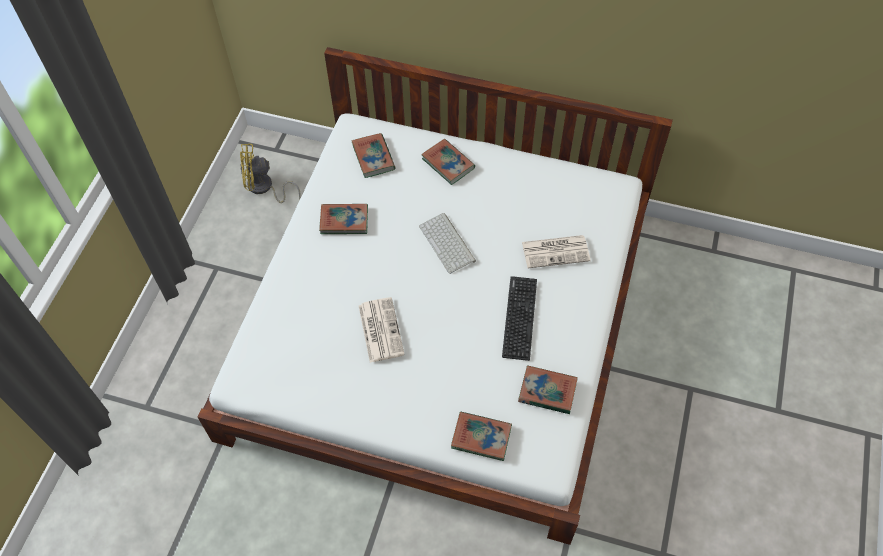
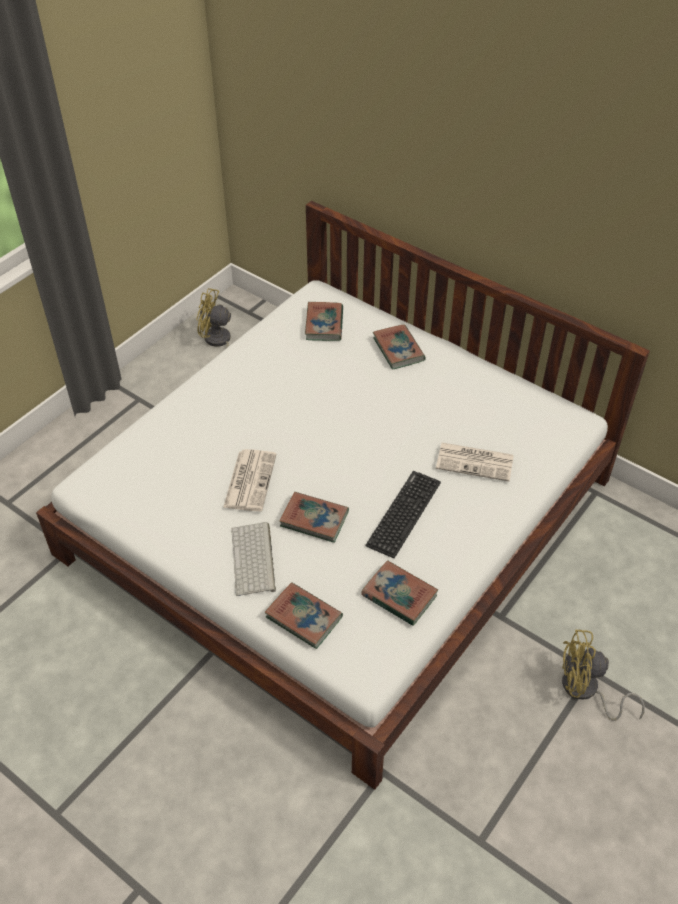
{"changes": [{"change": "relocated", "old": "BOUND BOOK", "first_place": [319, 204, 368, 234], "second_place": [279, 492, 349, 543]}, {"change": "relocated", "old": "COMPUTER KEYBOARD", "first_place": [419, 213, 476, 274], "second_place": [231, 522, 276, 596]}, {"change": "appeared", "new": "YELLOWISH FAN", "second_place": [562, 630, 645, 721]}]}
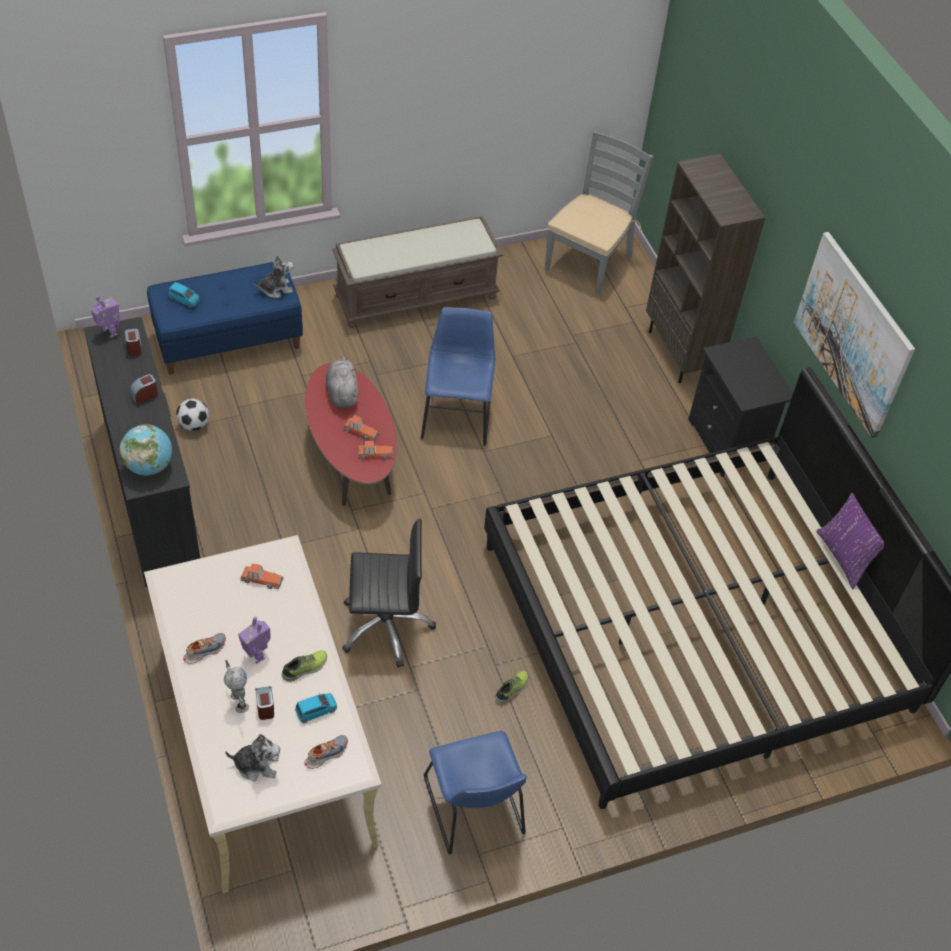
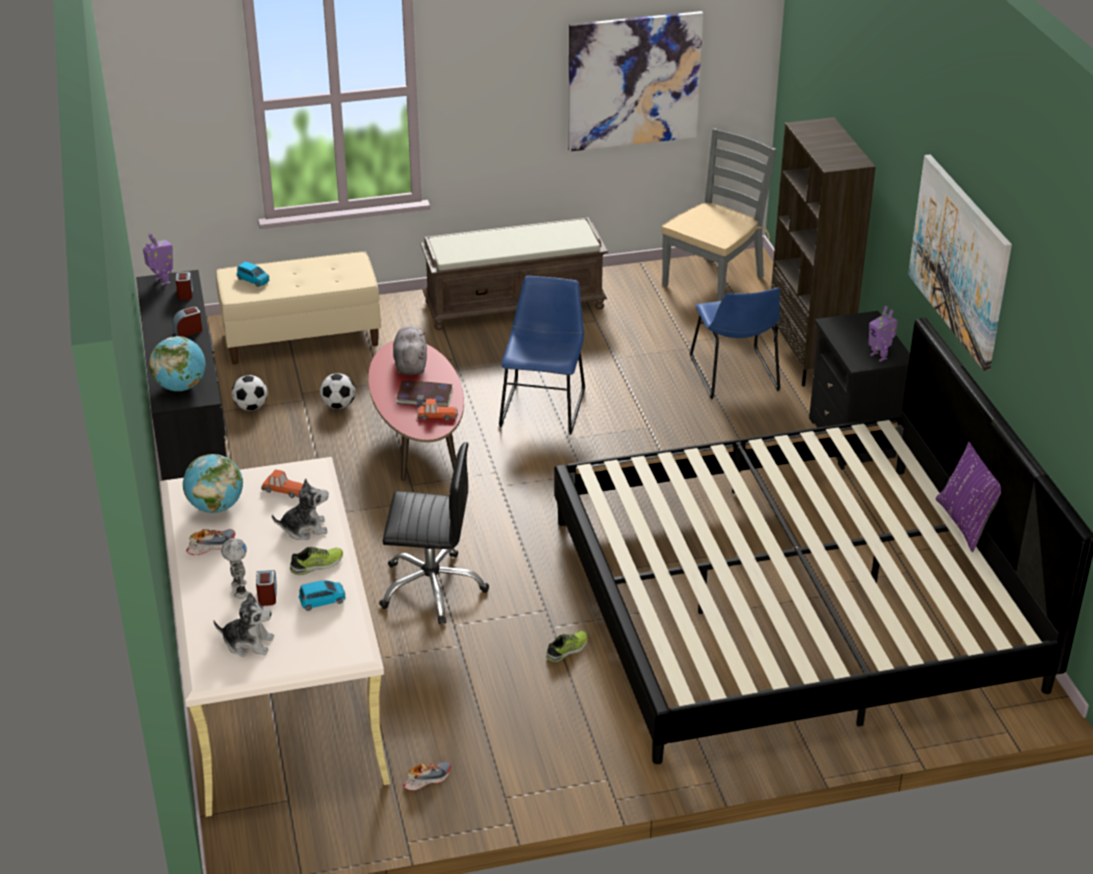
{"changes": [{"change": "relocated", "old": "PLUSH TOY", "first_place": [253, 255, 294, 298], "second_place": [272, 478, 328, 540]}, {"change": "colour", "old": "BLUE-COLOURED INDOOR BENCH", "new": "SAND-COLOURED INDOOR BENCH", "first_place": [147, 262, 303, 375], "second_place": [216, 251, 381, 365]}, {"change": "exchanged", "old": "MODEL CAR", "new": "BOUND BOOK", "first_place": [343, 416, 379, 441], "second_place": [396, 381, 453, 407]}, {"change": "relocated", "old": "MODEL ROBOT", "first_place": [238, 617, 271, 664], "second_place": [869, 306, 898, 362]}, {"change": "relocated", "old": "BLUE-COLOURED UPRIGHT CHAIR", "first_place": [424, 731, 527, 855], "second_place": [690, 288, 781, 399]}, {"change": "relocated", "old": "LOW SHOE", "first_place": [305, 735, 348, 769], "second_place": [403, 761, 451, 791]}, {"change": "appeared", "new": "PICTURE", "second_place": [568, 11, 704, 152]}, {"change": "appeared", "new": "FOOTBALL BALL", "second_place": [320, 373, 356, 409]}, {"change": "appeared", "new": "GLOBE", "second_place": [183, 454, 243, 513]}]}
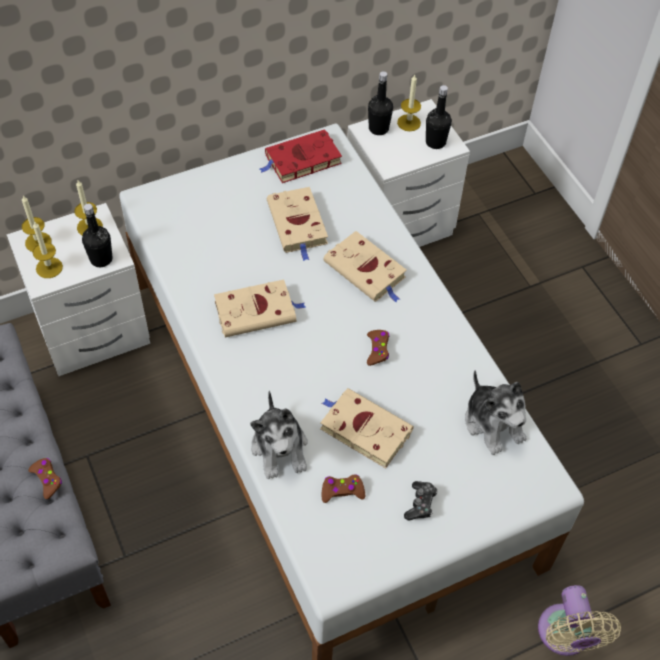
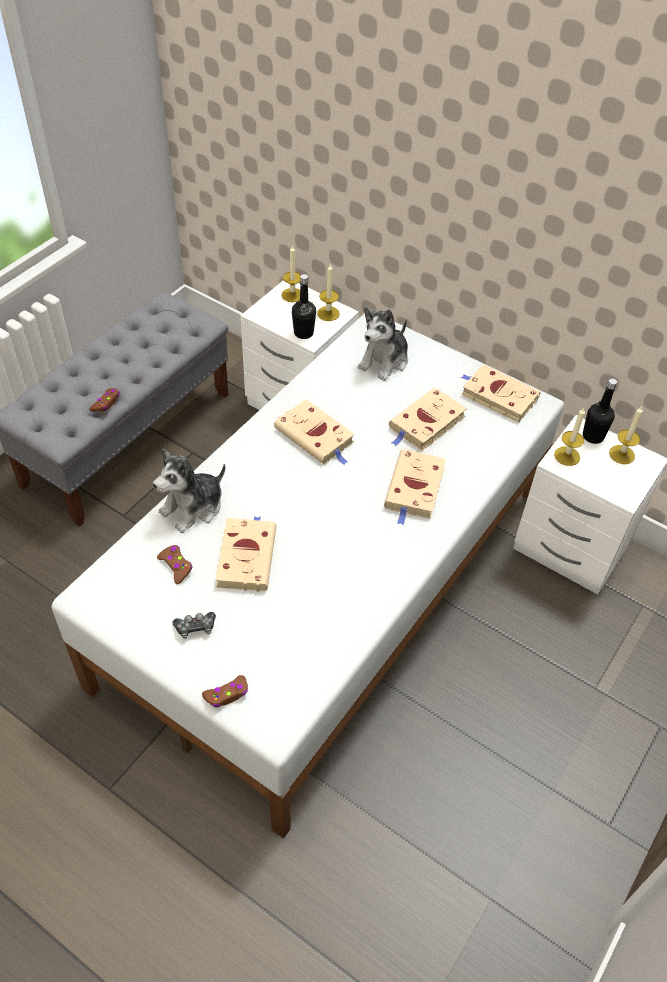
{"changes": [{"change": "missing", "old": "BLACK DRINK BOTTLE", "first_place": [426, 85, 452, 149]}, {"change": "colour", "old": "RED BOUND BOOK", "new": "SAND-COLOURED BOUND BOOK", "first_place": [260, 129, 342, 183], "second_place": [461, 365, 541, 423]}, {"change": "relocated", "old": "WAX CANDLE", "first_place": [33, 221, 63, 278], "second_place": [554, 408, 585, 466]}, {"change": "relocated", "old": "BROWN GAME CONTROLLER", "first_place": [367, 330, 389, 366], "second_place": [202, 675, 248, 708]}, {"change": "relocated", "old": "PLUSH TOY", "first_place": [465, 370, 526, 455], "second_place": [358, 307, 408, 381]}, {"change": "missing", "old": "SAND-COLOURED FAN", "first_place": [538, 585, 621, 656]}]}
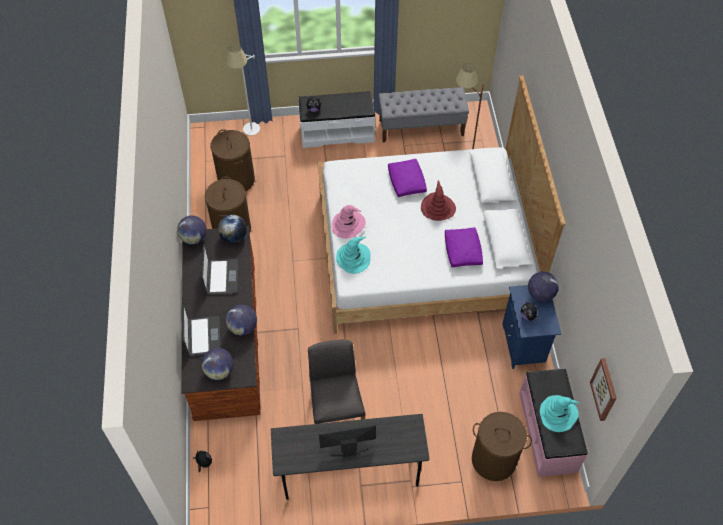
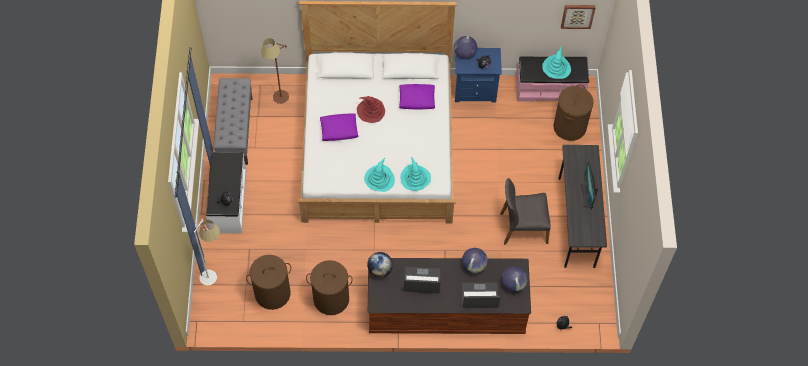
{"changes": [{"change": "colour", "old": "PINK CLOTHING HAT", "new": "TURQUOISE-COLOURED CLOTHING HAT", "first_place": [332, 205, 366, 238], "second_place": [364, 158, 395, 192]}, {"change": "missing", "old": "GLOBE", "first_place": [177, 216, 207, 244]}]}
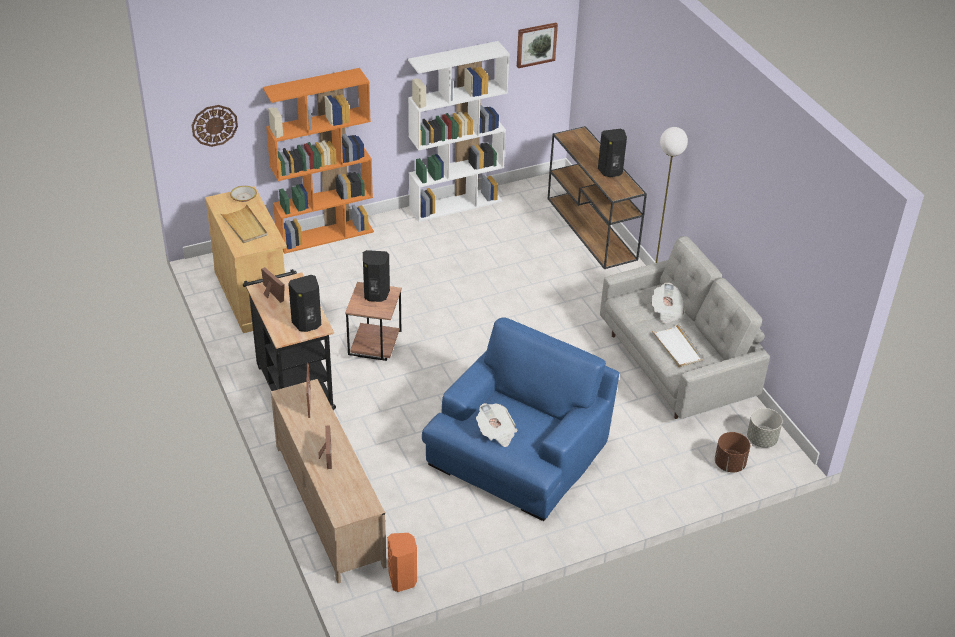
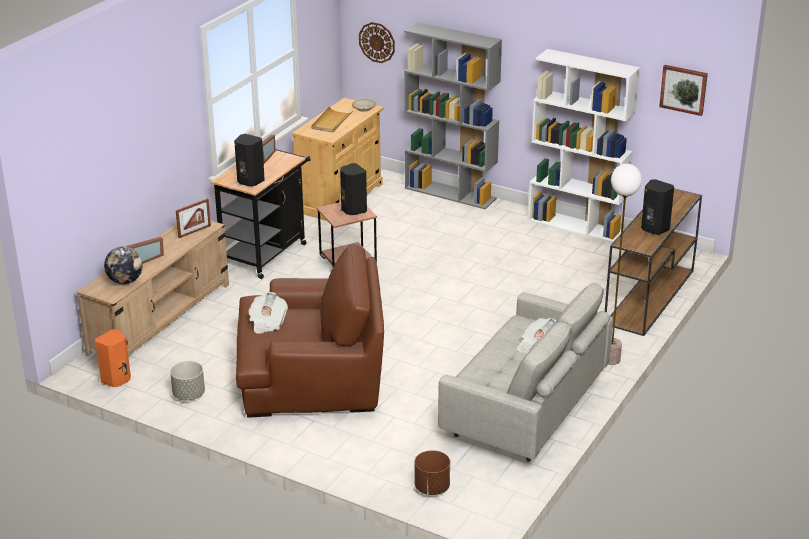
{"changes": [{"change": "colour", "old": "ORANGE-COLOURED BOOKCASE", "new": "GRAY BOOKCASE", "first_place": [263, 68, 374, 254], "second_place": [404, 22, 502, 209]}, {"change": "colour", "old": "BLUE-COLOURED EASY CHAIR", "new": "BROWN EASY CHAIR", "first_place": [422, 317, 619, 521], "second_place": [236, 244, 384, 418]}, {"change": "missing", "old": "WHITISH TRAY", "first_place": [651, 323, 703, 367]}, {"change": "relocated", "old": "GRAY PLANT POT", "first_place": [747, 408, 783, 448], "second_place": [170, 361, 205, 401]}, {"change": "appeared", "new": "GLOBE", "second_place": [104, 246, 143, 284]}]}
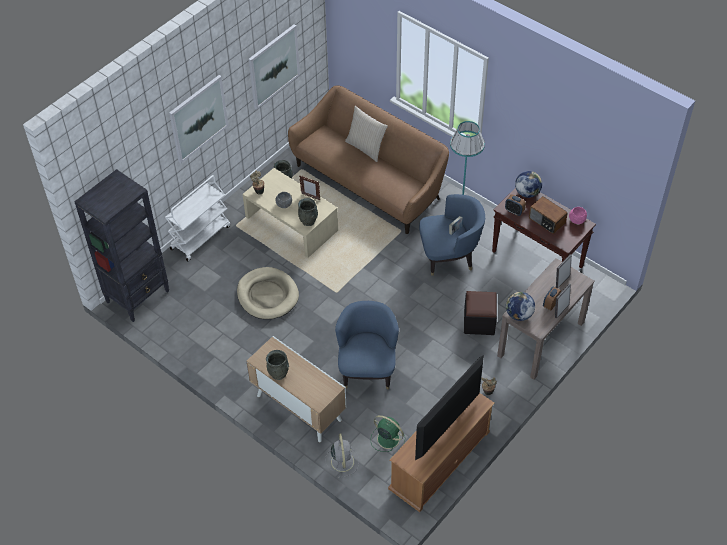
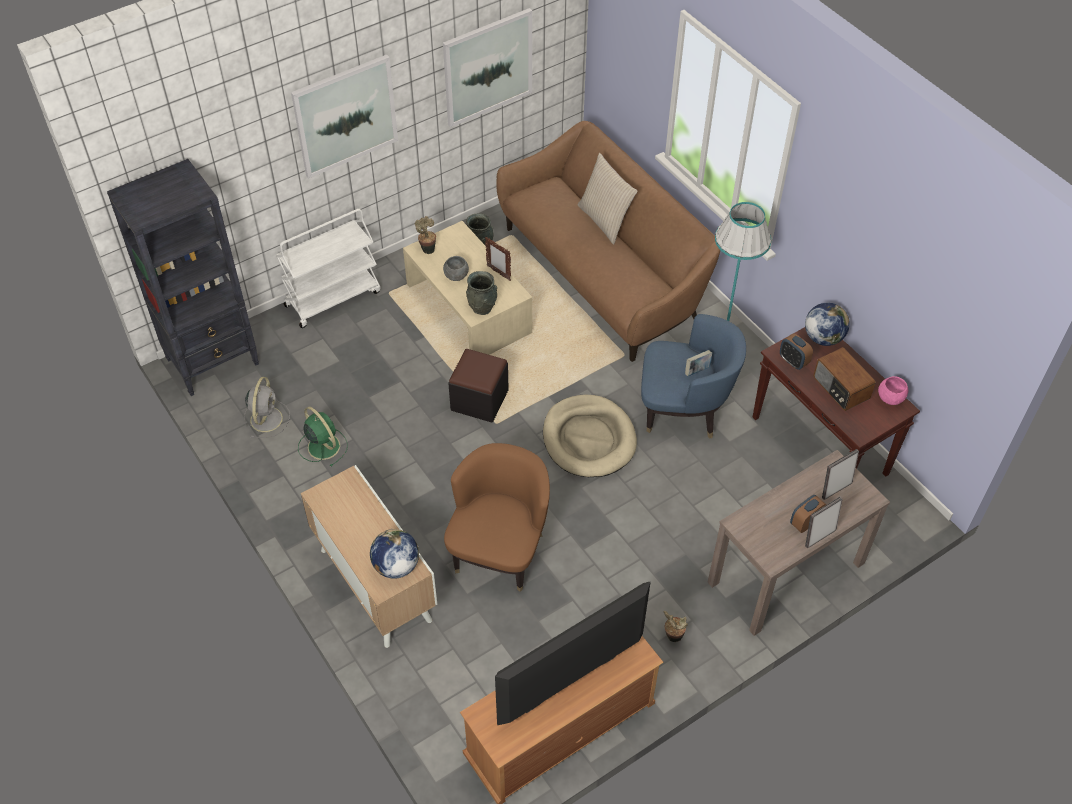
{"changes": [{"change": "relocated", "old": "SAND-COLOURED DOG CUSHION", "first_place": [237, 267, 299, 319], "second_place": [543, 395, 637, 477]}, {"change": "relocated", "old": "BLACK POUFFE", "first_place": [464, 291, 497, 335], "second_place": [448, 349, 509, 423]}, {"change": "relocated", "old": "GLOBE", "first_place": [506, 292, 535, 321], "second_place": [370, 529, 419, 579]}, {"change": "colour", "old": "BLUE-COLOURED EASY CHAIR", "new": "BROWN EASY CHAIR", "first_place": [335, 301, 399, 390], "second_place": [444, 443, 550, 592]}, {"change": "missing", "old": "GRAY DECORATIVE VASE", "first_place": [266, 350, 289, 380]}, {"change": "relocated", "old": "GREEN-COLOURED FAN", "first_place": [371, 415, 405, 452], "second_place": [298, 406, 348, 467]}, {"change": "relocated", "old": "GRAY FAN", "first_place": [325, 434, 359, 478], "second_place": [244, 377, 290, 438]}]}
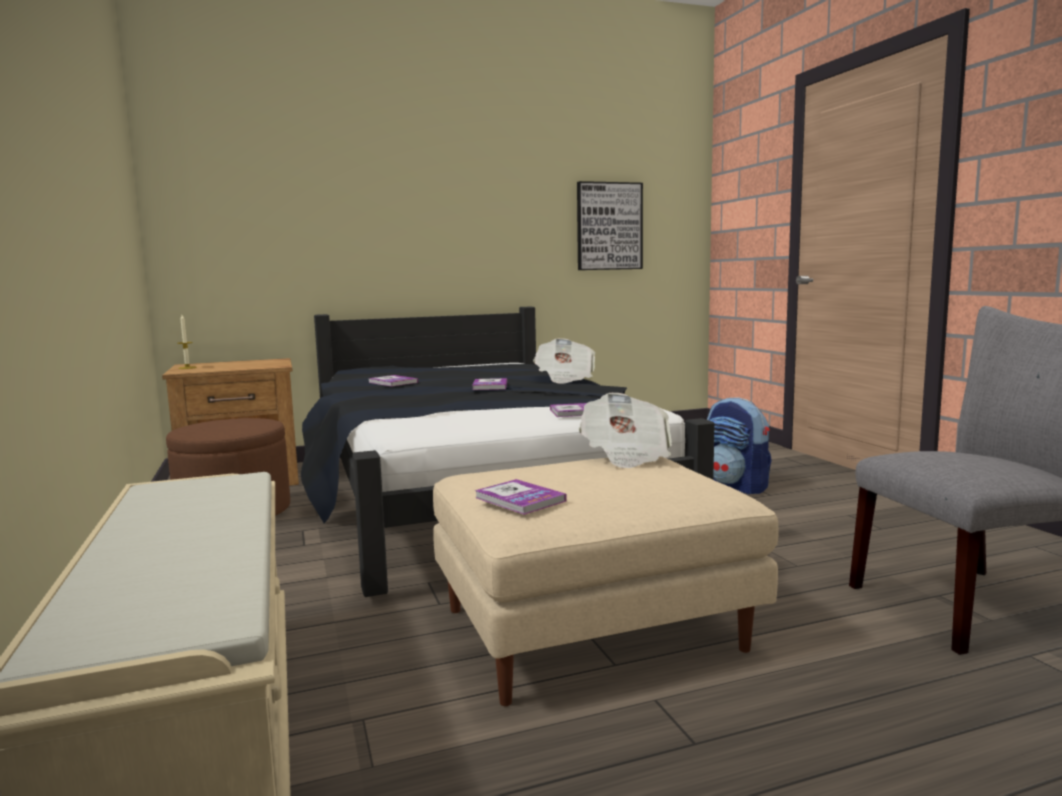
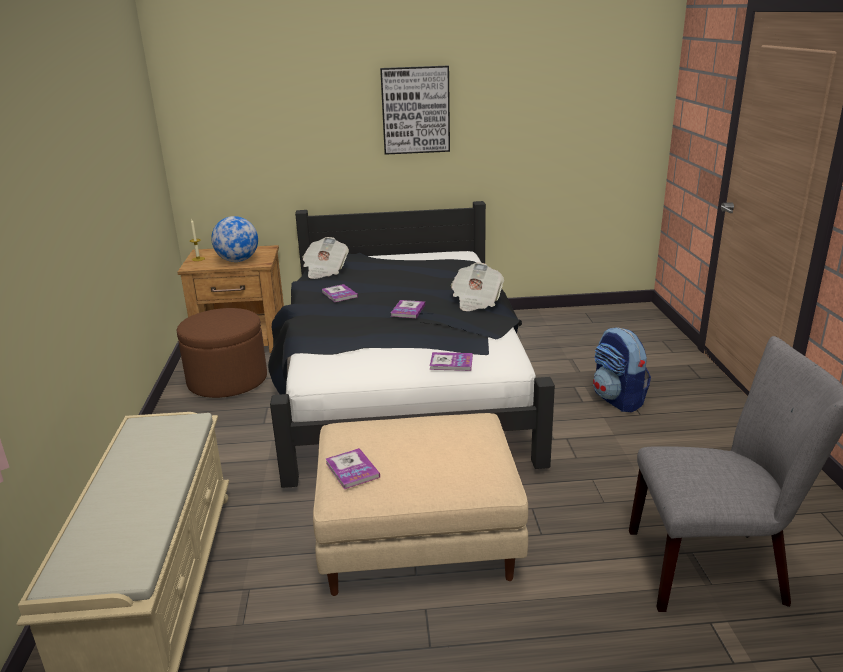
{"changes": [{"change": "relocated", "old": "PICTURE", "first_place": [577, 181, 643, 270], "second_place": [380, 66, 450, 155]}, {"change": "relocated", "old": "NEWSPAPER", "first_place": [578, 393, 672, 468], "second_place": [302, 237, 349, 279]}, {"change": "appeared", "new": "GLOBE", "second_place": [211, 216, 258, 262]}]}
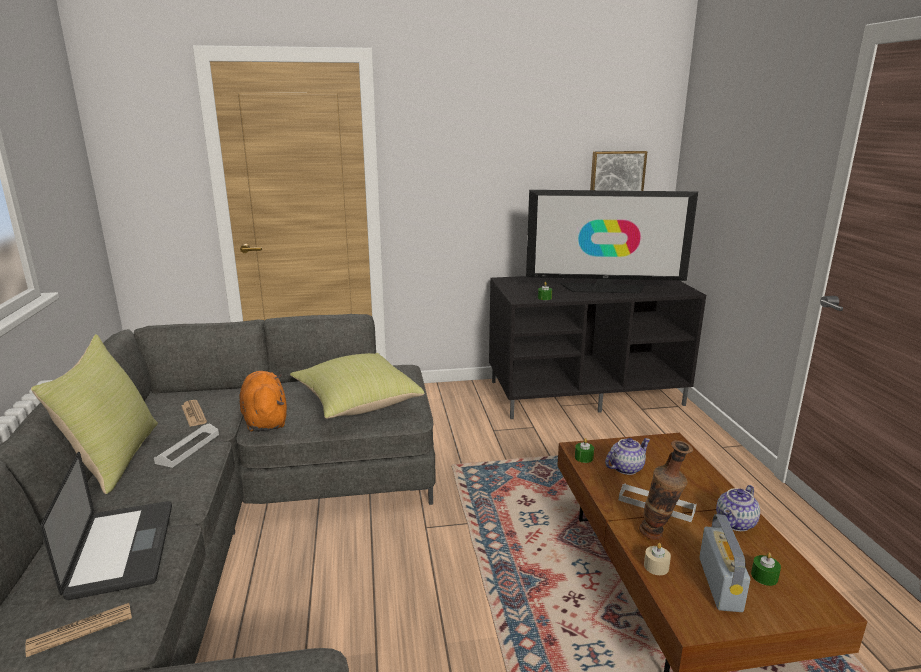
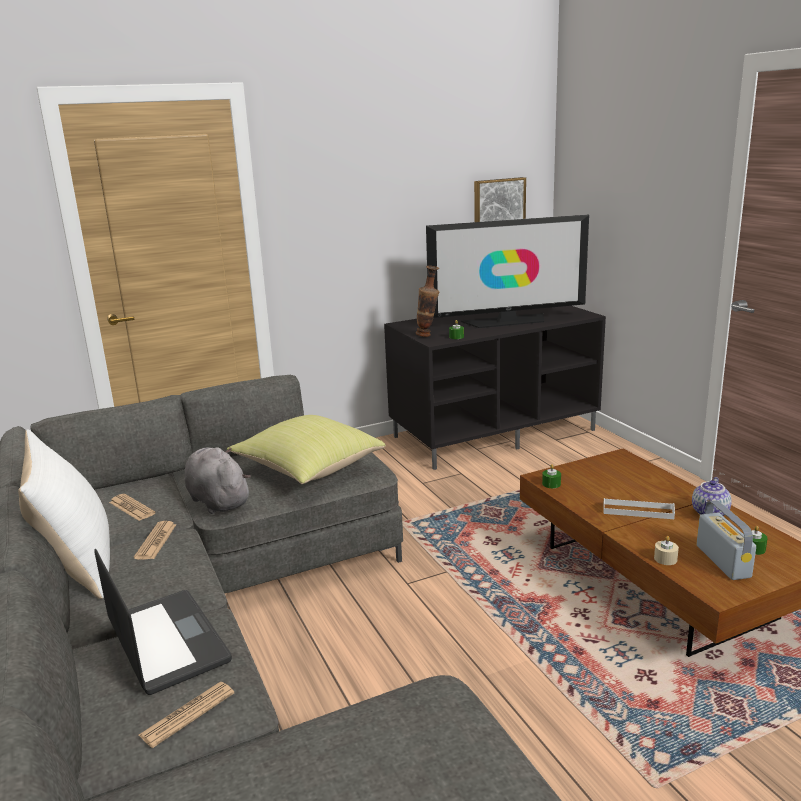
{"changes": [{"change": "colour", "old": "YELLOWISH CUSHION", "new": "WHITISH CUSHION", "first_place": [31, 334, 158, 494], "second_place": [18, 429, 110, 599]}, {"change": "colour", "old": "ORANGE-COLOURED PLUSH TOY", "new": "GRAY PLUSH TOY", "first_place": [239, 371, 287, 432], "second_place": [185, 447, 251, 514]}, {"change": "exchanged", "old": "WHITISH TRAY", "new": "NEWSPAPER", "first_place": [154, 423, 219, 468], "second_place": [134, 521, 177, 560]}, {"change": "missing", "old": "POT FOR TEA", "first_place": [605, 438, 650, 475]}, {"change": "relocated", "old": "DECORATIVE VASE", "first_place": [639, 440, 693, 540], "second_place": [416, 266, 439, 337]}]}
